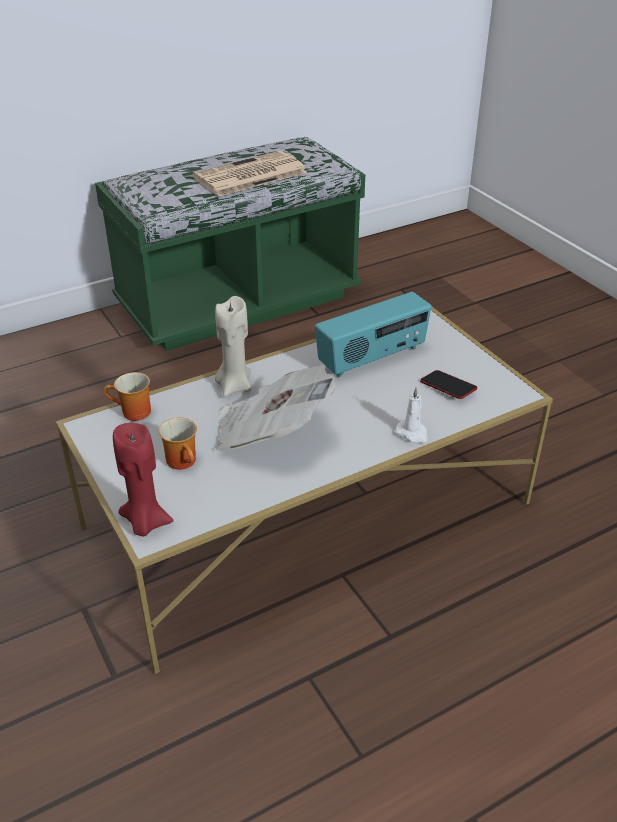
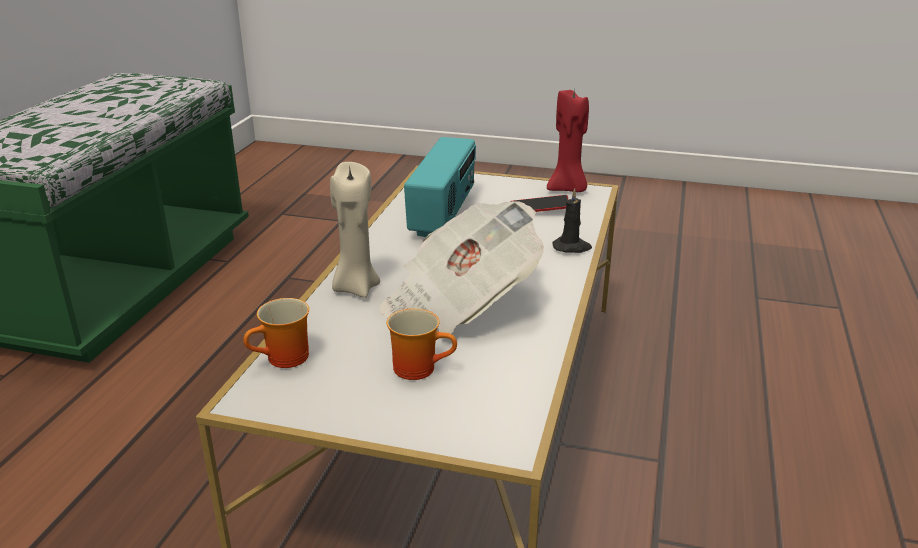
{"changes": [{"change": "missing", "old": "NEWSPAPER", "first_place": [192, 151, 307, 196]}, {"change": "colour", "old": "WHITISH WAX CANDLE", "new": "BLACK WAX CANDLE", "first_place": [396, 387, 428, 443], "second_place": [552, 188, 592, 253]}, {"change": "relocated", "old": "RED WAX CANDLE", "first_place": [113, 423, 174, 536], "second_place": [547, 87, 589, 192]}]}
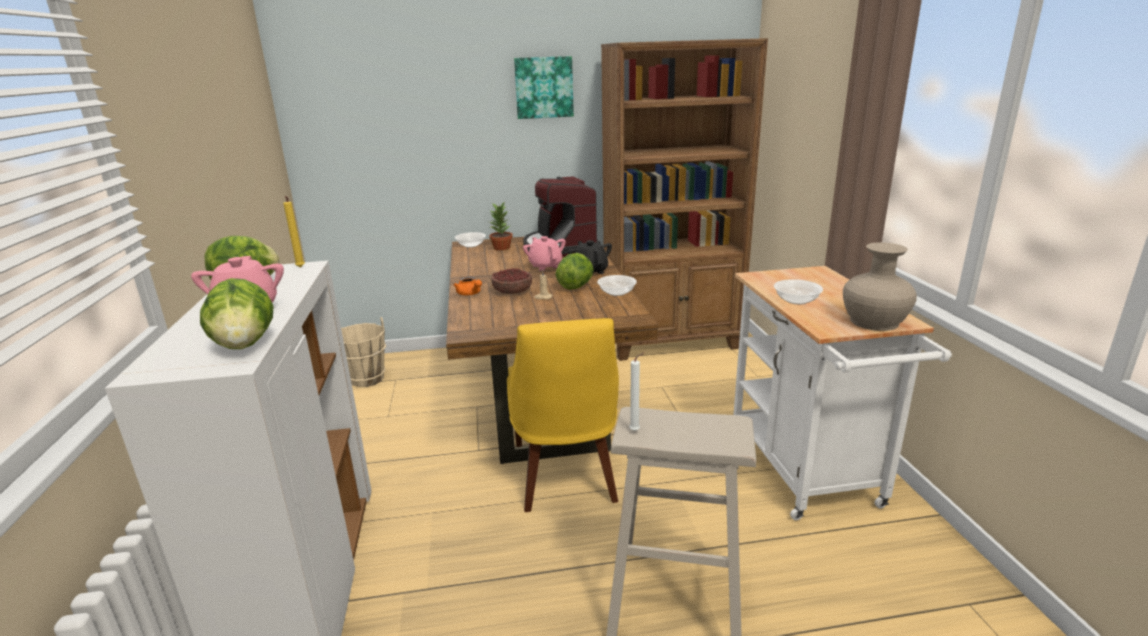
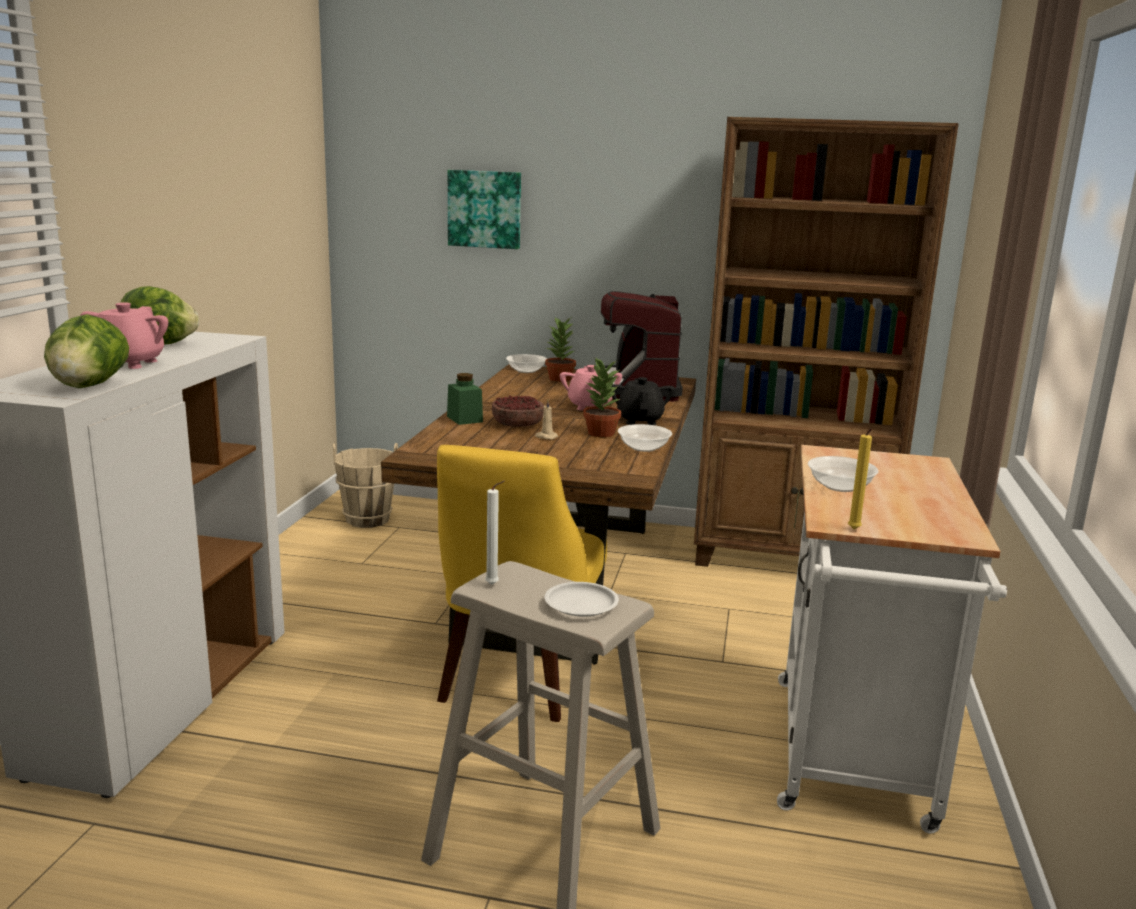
{"changes": [{"change": "relocated", "old": "PICTURE", "first_place": [514, 56, 574, 119], "second_place": [448, 170, 521, 249]}, {"change": "relocated", "old": "YELLOWISH WAX CANDLE", "first_place": [283, 196, 305, 267], "second_place": [848, 428, 872, 529]}, {"change": "missing", "old": "SAND-COLOURED DECORATIVE VASE", "first_place": [843, 242, 917, 331]}, {"change": "exchanged", "old": "HEAD OF LETTUCE", "new": "PLANT IN A POT", "first_place": [555, 253, 594, 290], "second_place": [583, 357, 621, 437]}, {"change": "exchanged", "old": "ORANGE-COLOURED POT FOR TEA", "new": "GREEN-COLOURED JAR", "first_place": [453, 277, 482, 295], "second_place": [447, 373, 483, 425]}, {"change": "appeared", "new": "WHITISH FLAT DISH", "second_place": [544, 582, 619, 617]}]}
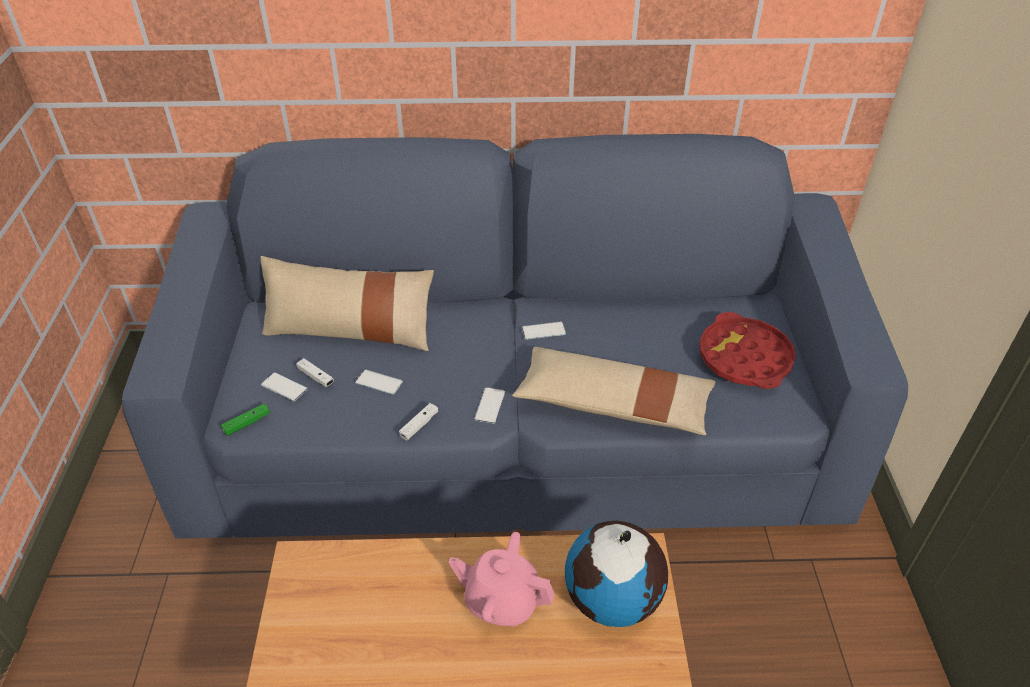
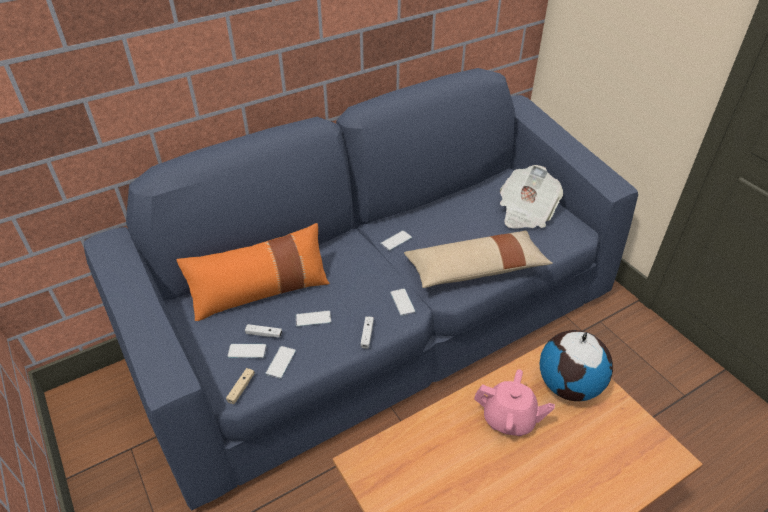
{"changes": [{"change": "colour", "old": "SAND-COLOURED CUSHION", "new": "ORANGE-COLOURED CUSHION", "first_place": [260, 256, 434, 351], "second_place": [176, 223, 330, 321]}, {"change": "exchanged", "old": "RED TRAY", "new": "NEWSPAPER", "first_place": [699, 312, 796, 389], "second_place": [500, 165, 563, 229]}, {"change": "colour", "old": "GREEN-COLOURED GAME CONTROLLER", "new": "SAND-COLOURED GAME CONTROLLER", "first_place": [221, 404, 270, 436], "second_place": [226, 368, 255, 404]}, {"change": "spun", "old": "PINK POT FOR TEA", "first_place": [449, 532, 555, 627], "second_place": [474, 369, 555, 436], "degrees": -150}, {"change": "appeared", "new": "HANDSET", "second_place": [265, 346, 296, 379]}]}
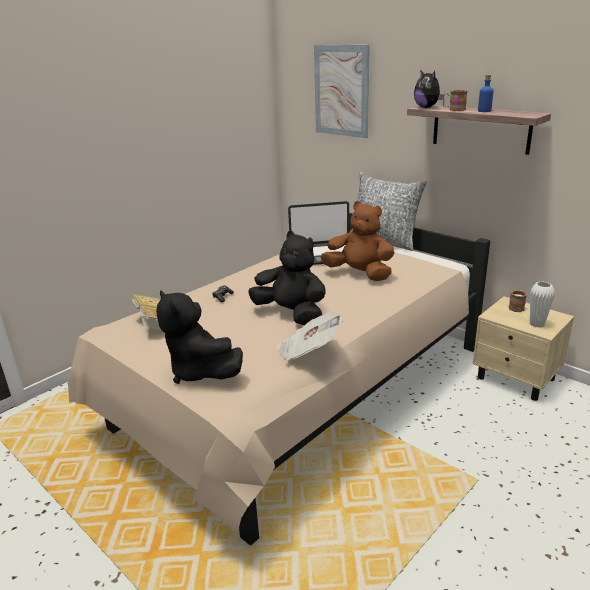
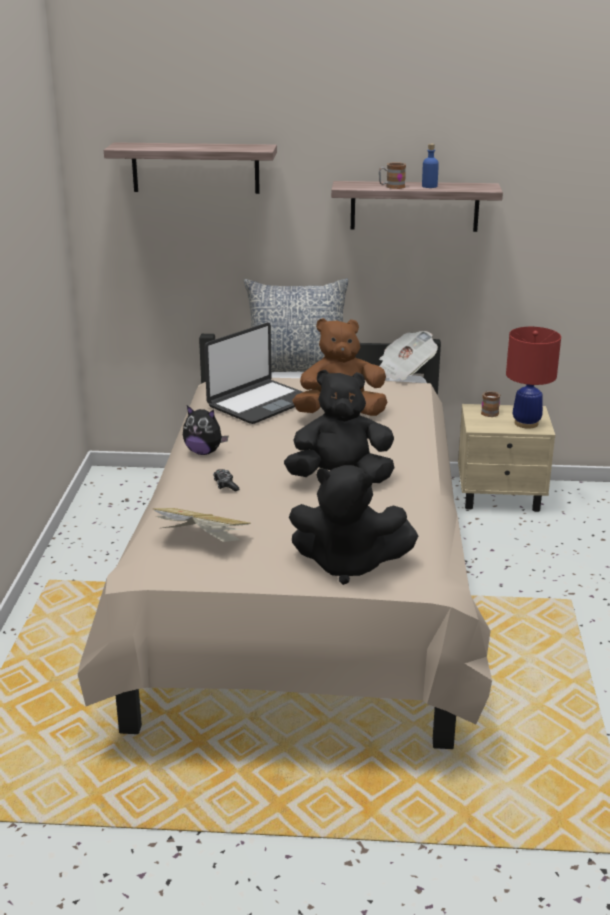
{"changes": [{"change": "exchanged", "old": "PICTURE", "new": "BRACKET SHELF", "first_place": [314, 45, 370, 138], "second_place": [104, 142, 277, 194]}, {"change": "relocated", "old": "PLUSH TOY", "first_place": [414, 70, 443, 108], "second_place": [183, 406, 228, 455]}, {"change": "exchanged", "old": "WHITISH DECORATIVE VASE", "new": "RED TABLE LAMP", "first_place": [530, 281, 555, 328], "second_place": [506, 327, 561, 429]}, {"change": "relocated", "old": "NEWSPAPER", "first_place": [276, 312, 343, 362], "second_place": [379, 331, 438, 380]}]}
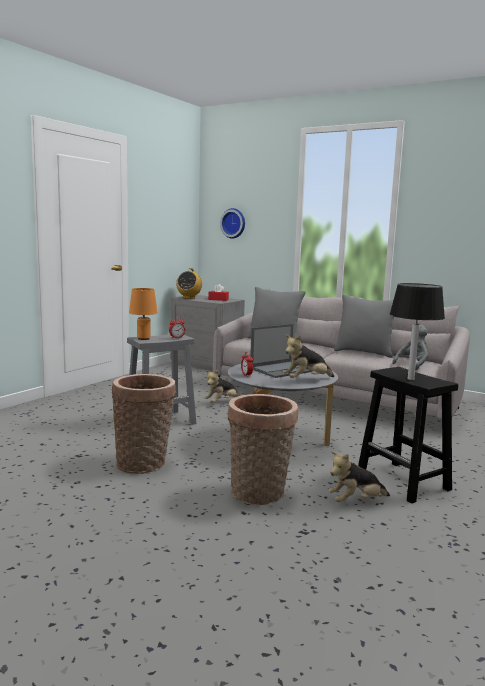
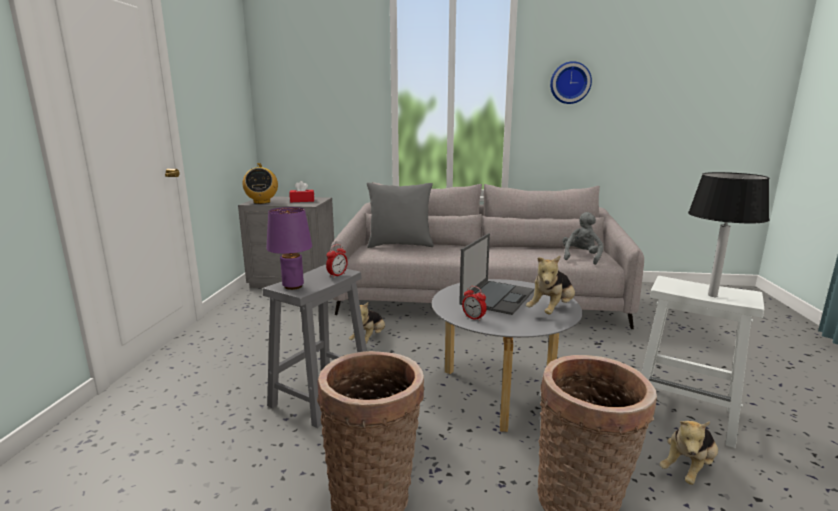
{"changes": [{"change": "relocated", "old": "WALL CLOCK", "first_place": [220, 208, 245, 239], "second_place": [550, 61, 592, 104]}, {"change": "colour", "old": "ORANGE-COLOURED TABLE LAMP", "new": "PURPLISH TABLE LAMP", "first_place": [129, 288, 157, 340], "second_place": [266, 207, 312, 290]}, {"change": "missing", "old": "GRAY CUSHION", "first_place": [334, 295, 394, 358]}, {"change": "colour", "old": "BLACK STOOL", "new": "WHITISH STOOL", "first_place": [358, 367, 458, 504], "second_place": [642, 276, 764, 448]}]}
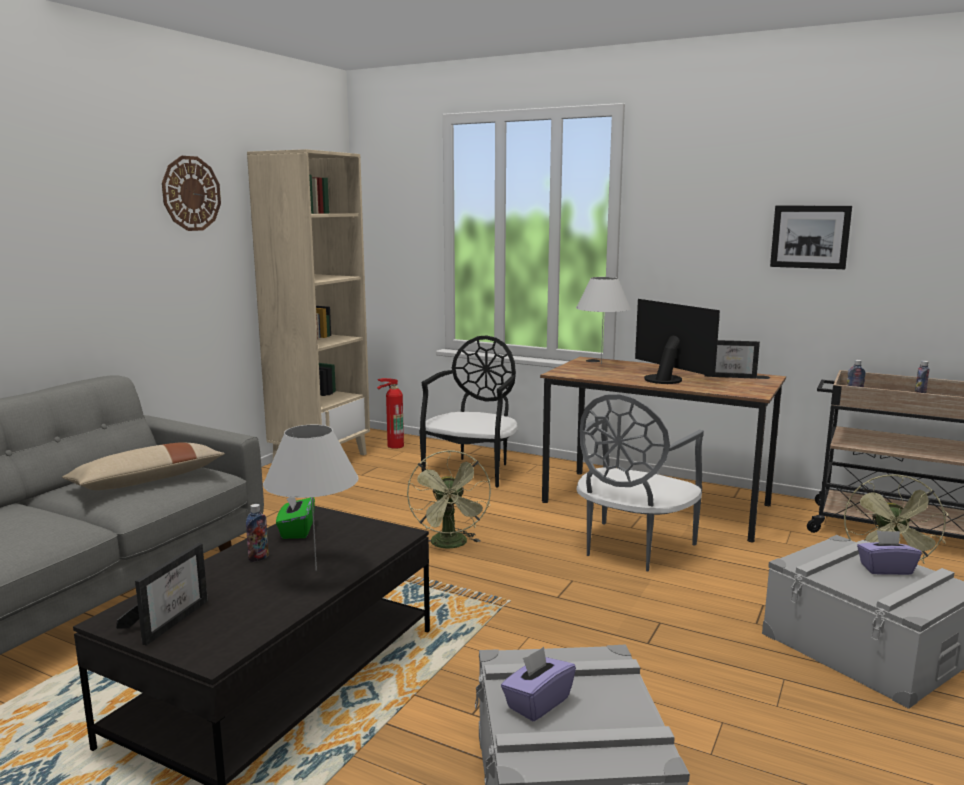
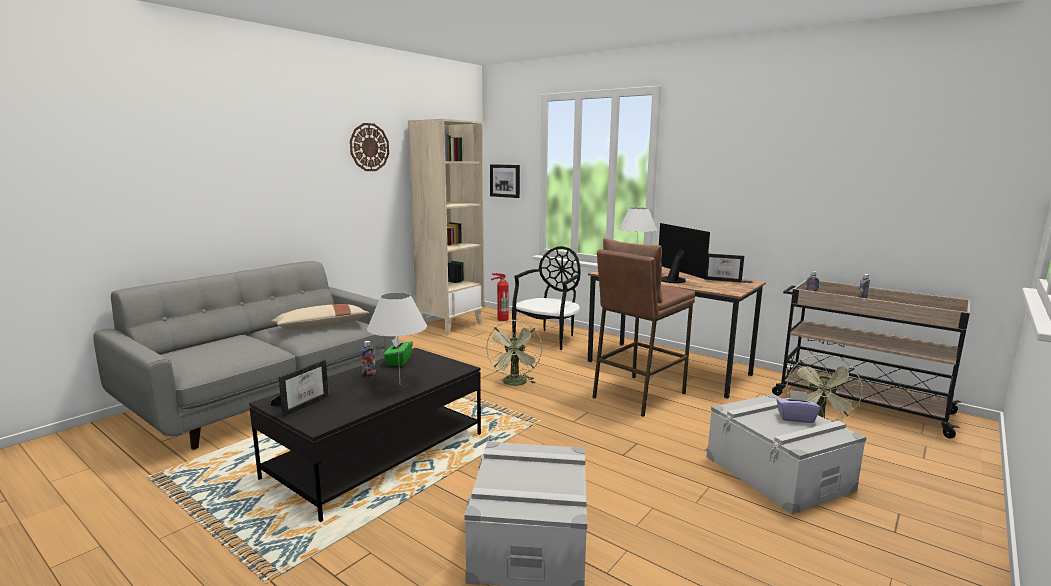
{"changes": [{"change": "relocated", "old": "PICTURE", "first_place": [770, 206, 852, 269], "second_place": [490, 164, 520, 198]}, {"change": "exchanged", "old": "GRAY UPRIGHT CHAIR", "new": "BROWN STOOL", "first_place": [576, 394, 704, 571], "second_place": [592, 238, 695, 417]}, {"change": "missing", "old": "PURPLISH TISSUE BOX", "first_place": [501, 647, 576, 721]}]}
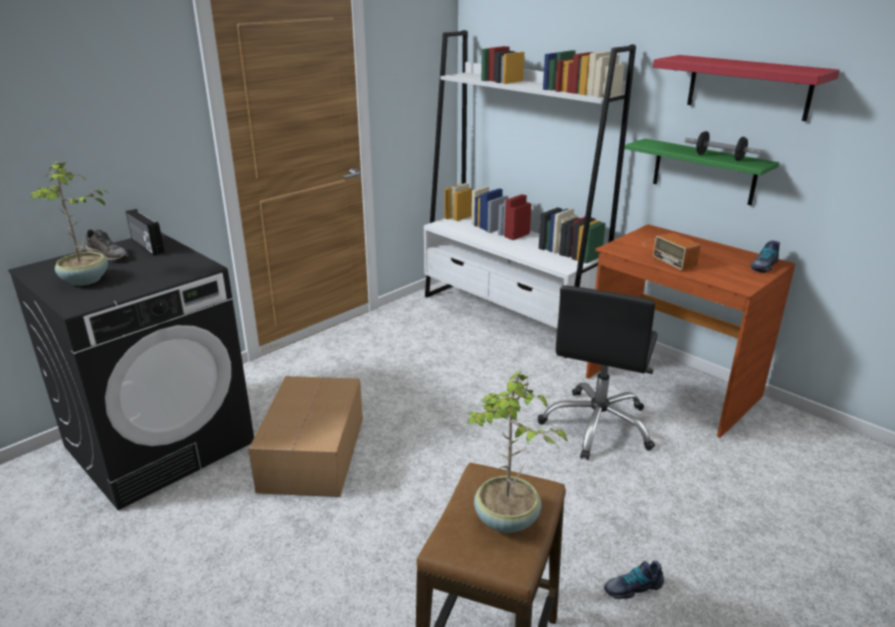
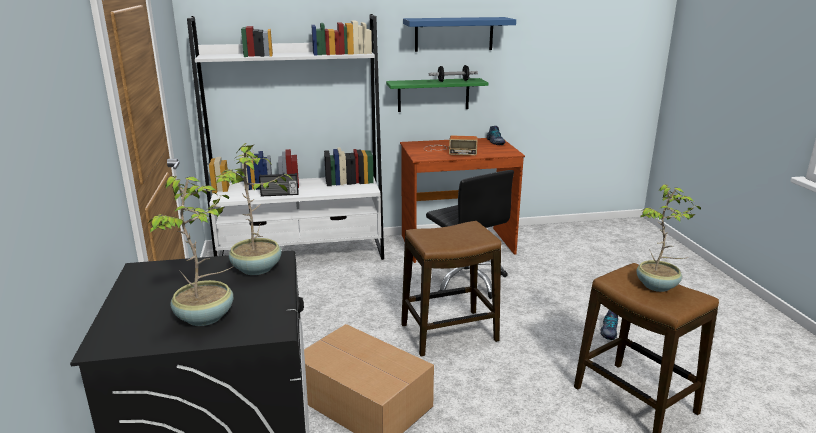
{"changes": [{"change": "colour", "old": "RED BRACKET SHELF", "new": "BLUE-COLOURED BRACKET SHELF", "first_place": [653, 55, 840, 121], "second_place": [403, 17, 516, 52]}, {"change": "relocated", "old": "RADIO RECEIVER", "first_place": [126, 209, 165, 256], "second_place": [259, 173, 299, 197]}, {"change": "missing", "old": "GRAY LOW SHOE", "first_place": [85, 230, 129, 261]}, {"change": "appeared", "new": "PLANT IN A POT", "second_place": [216, 143, 293, 275]}, {"change": "appeared", "new": "STOOL", "second_place": [401, 221, 502, 357]}]}
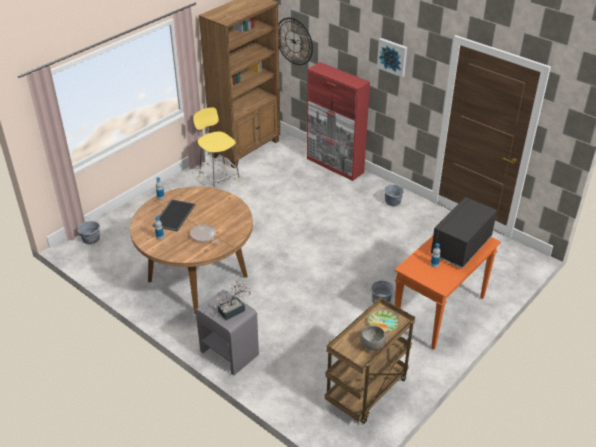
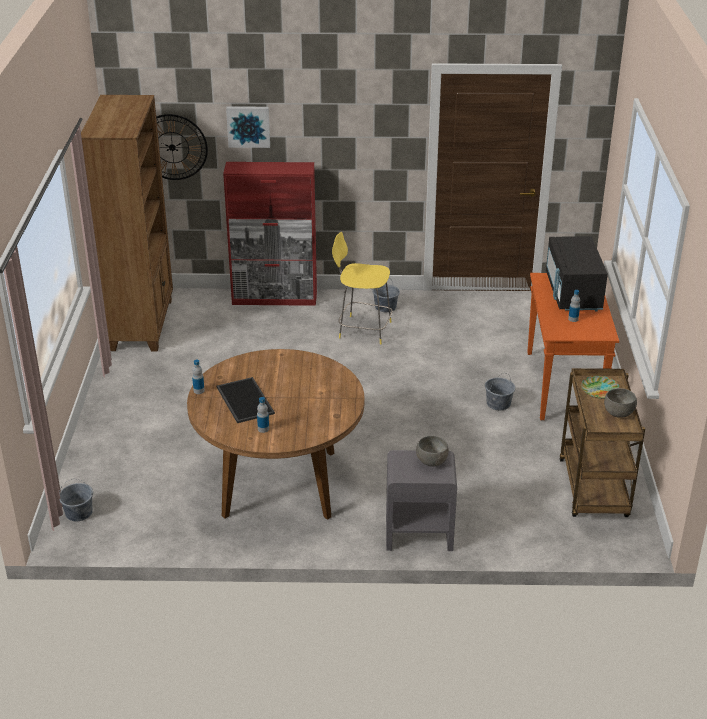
{"changes": [{"change": "relocated", "old": "PICTURE", "first_place": [377, 38, 407, 77], "second_place": [226, 106, 270, 148]}, {"change": "relocated", "old": "YELLOWISH STOOL", "first_place": [193, 107, 240, 188], "second_place": [332, 232, 393, 344]}, {"change": "missing", "old": "SKILLET", "first_place": [190, 224, 220, 244]}, {"change": "exchanged", "old": "PLANT IN A POT", "new": "GRAY BOWL", "first_place": [214, 278, 251, 320], "second_place": [416, 436, 449, 467]}]}
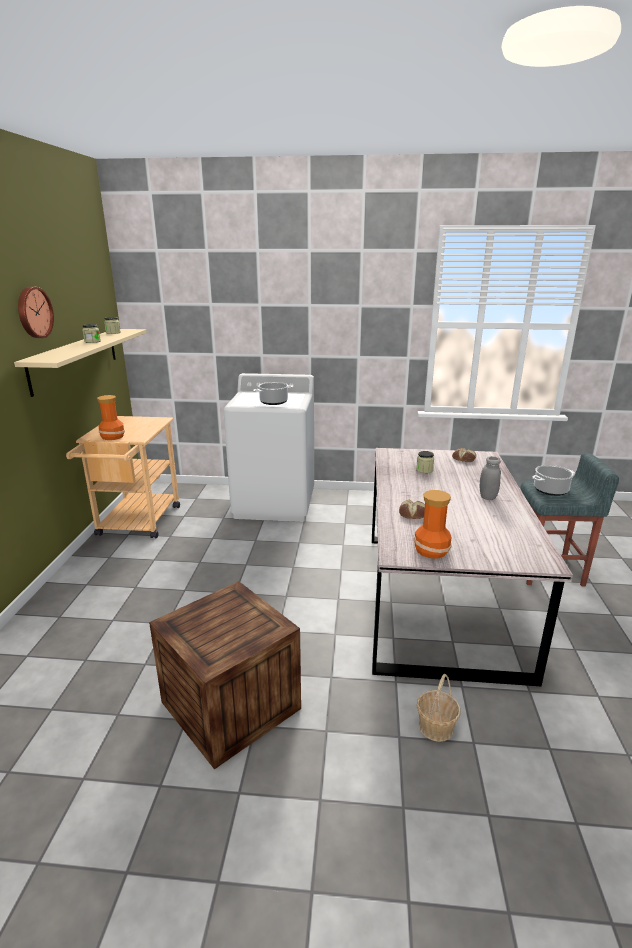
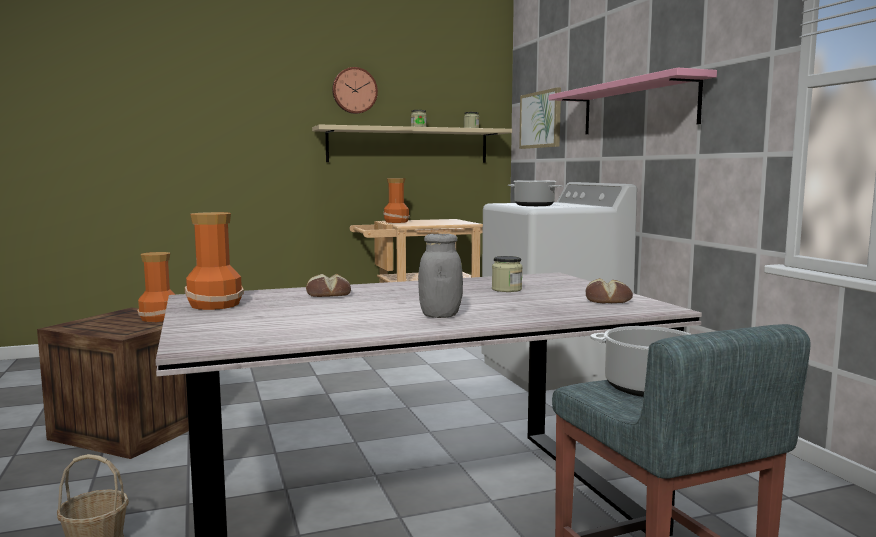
{"changes": [{"change": "appeared", "new": "PINK BRACKET SHELF", "second_place": [549, 68, 717, 134]}, {"change": "appeared", "new": "PICTURE", "second_place": [519, 87, 561, 149]}, {"change": "appeared", "new": "DECORATIVE VASE", "second_place": [137, 252, 176, 322]}]}
